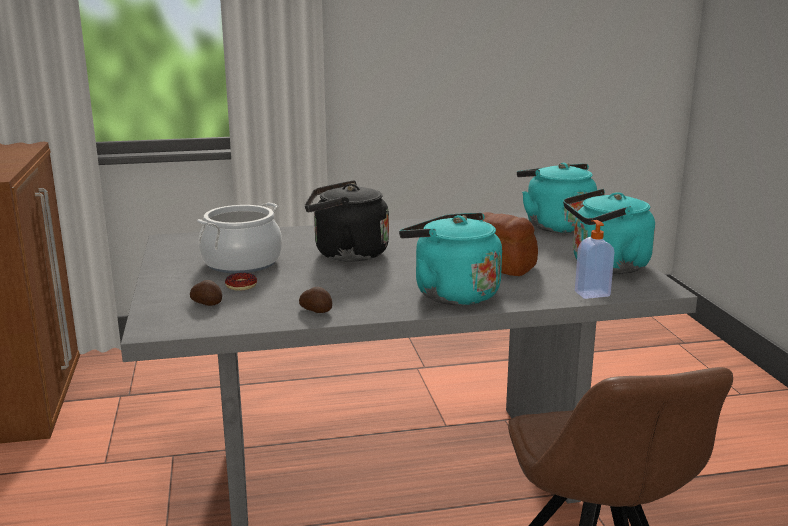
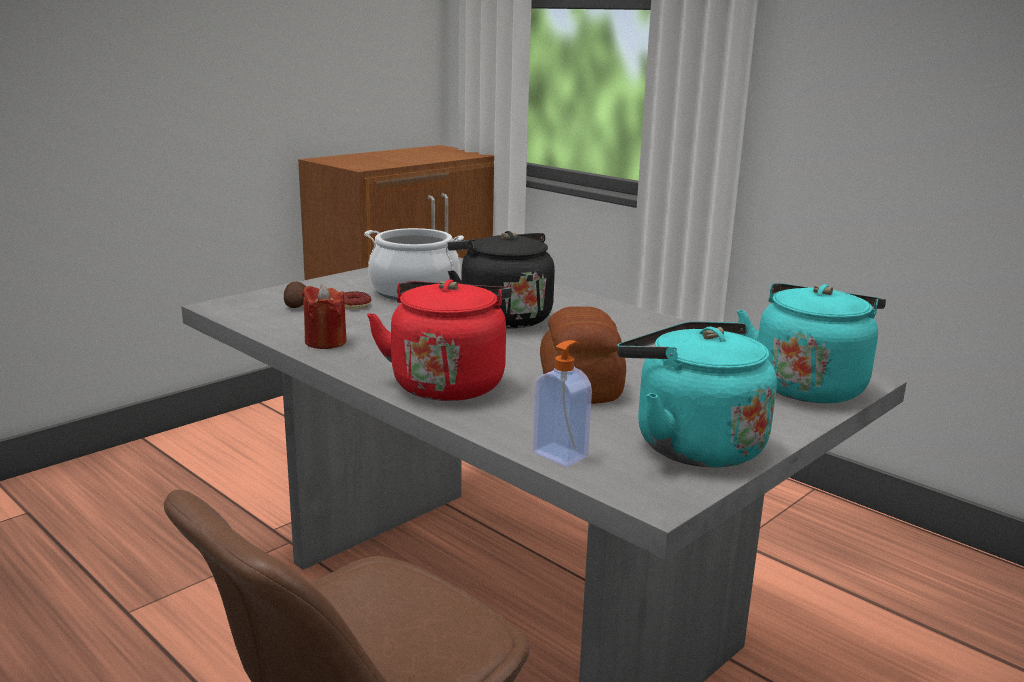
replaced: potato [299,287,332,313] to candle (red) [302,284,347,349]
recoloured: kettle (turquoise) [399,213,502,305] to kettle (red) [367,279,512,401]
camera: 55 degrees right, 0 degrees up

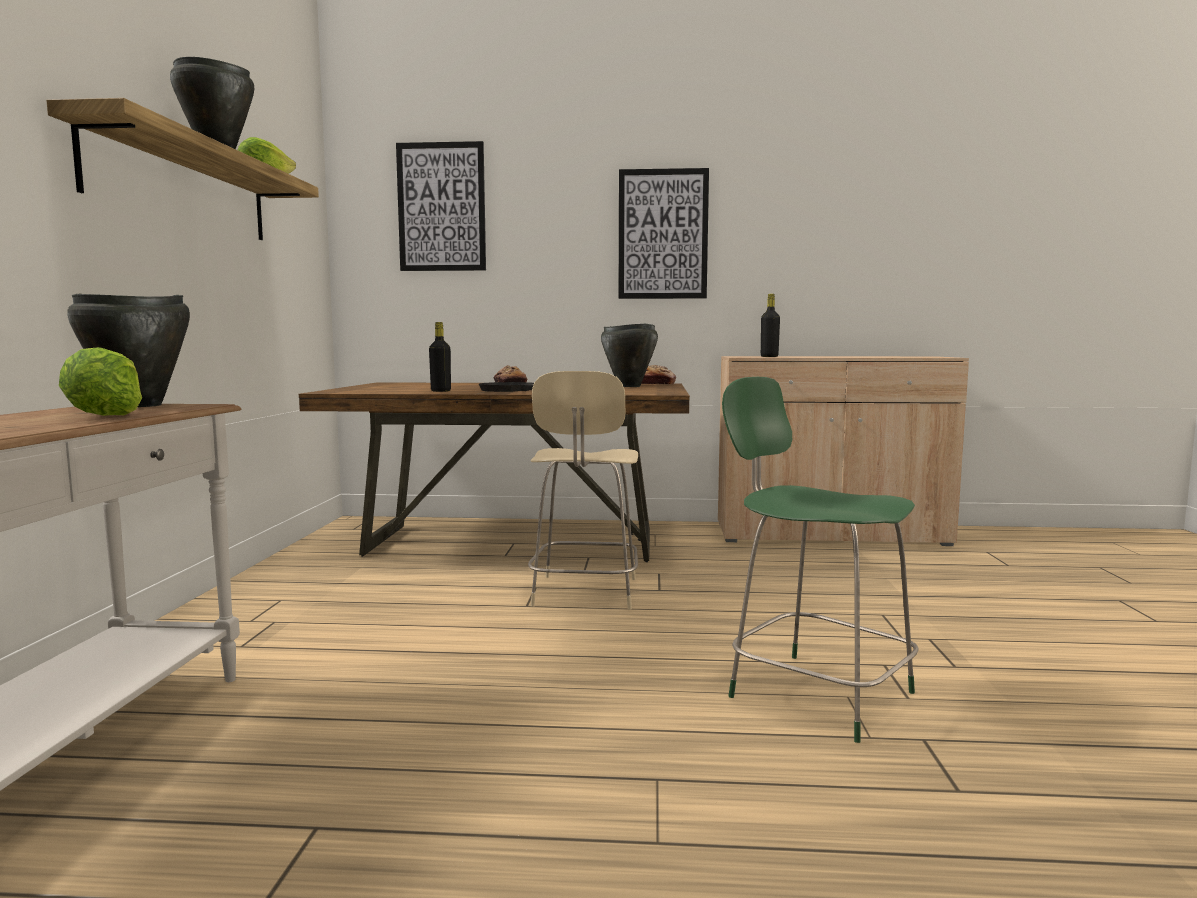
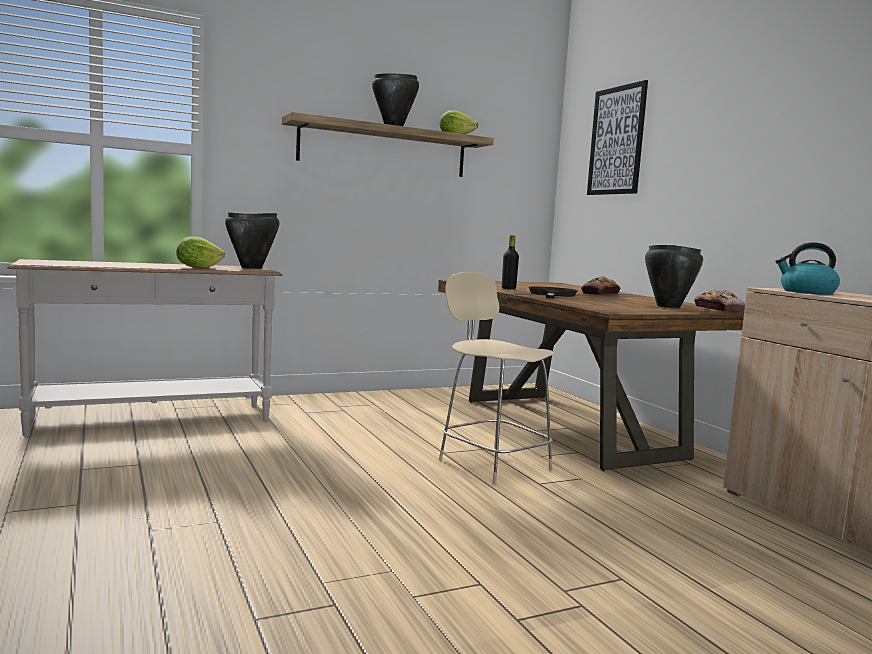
removed: picture [619,168,709,299]; chair (green) [722,377,919,743]
replaced: bottle (black) [761,294,780,357] to kettle [775,242,840,295]
turned: chair (beige) [528,371,638,610] = [439,272,554,485] 75 degrees clockwise
camera: 60 degrees right, 0 degrees up

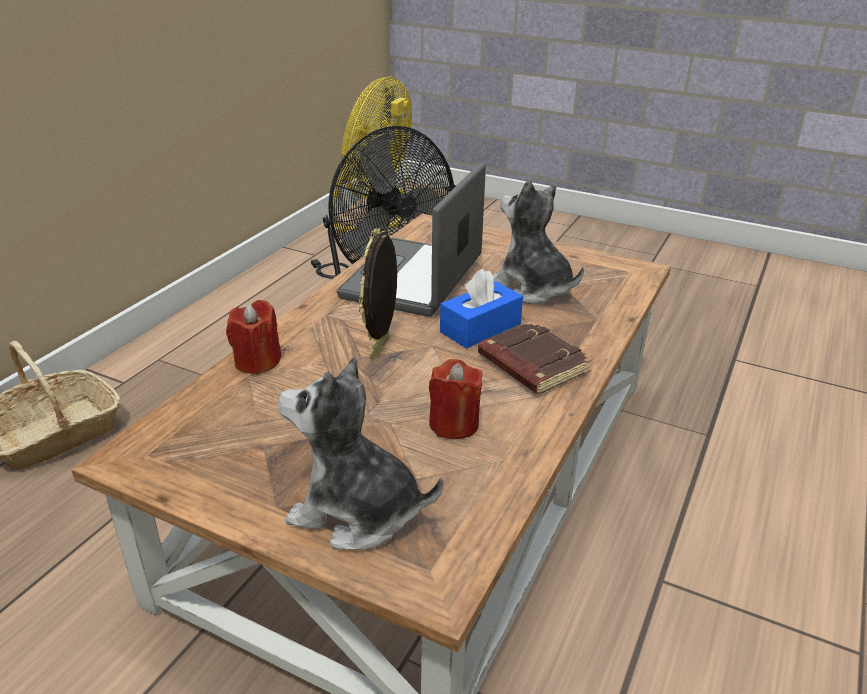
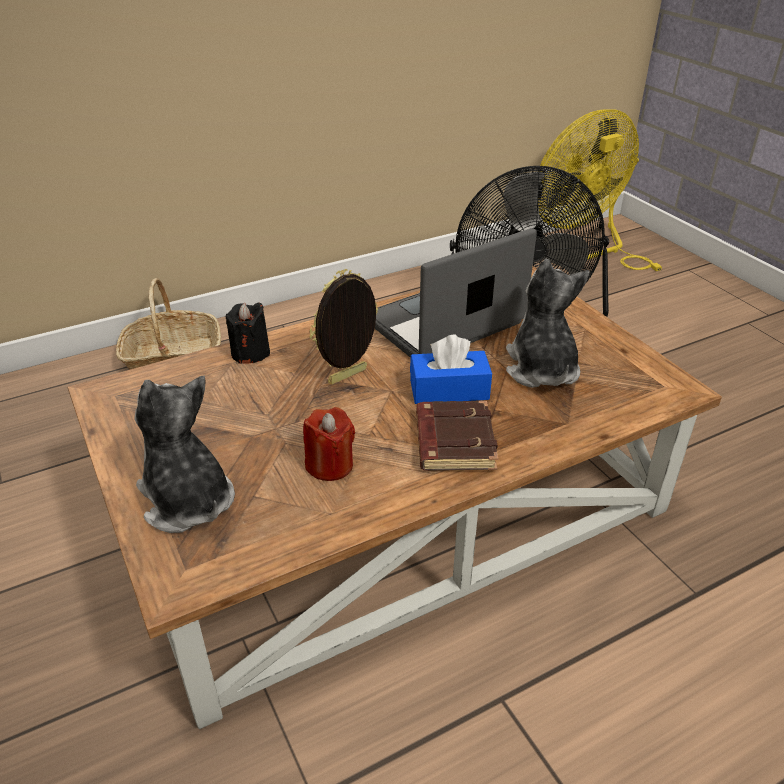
recoloured: candle (red) [226,300,282,375] to candle (black) [226,302,270,364]
camera: 35 degrees right, 5 degrees up

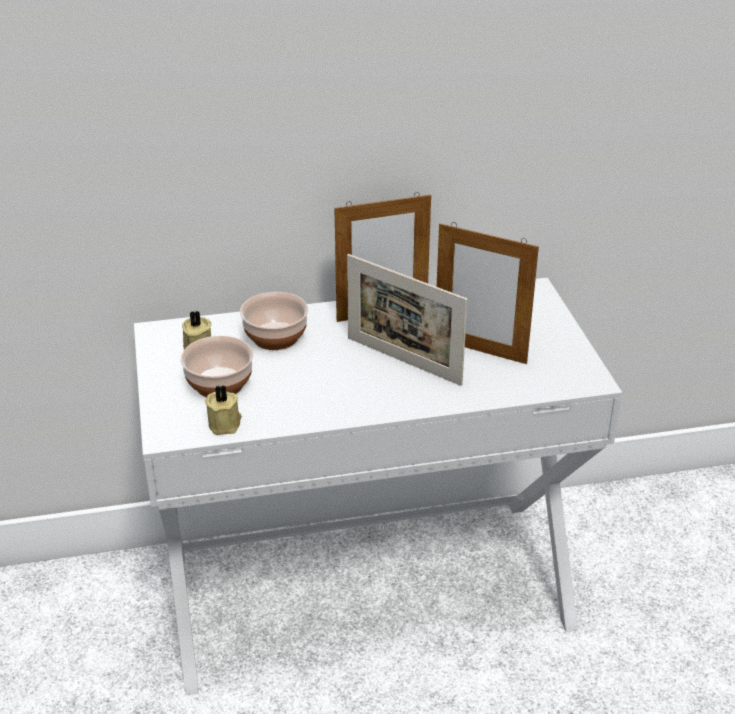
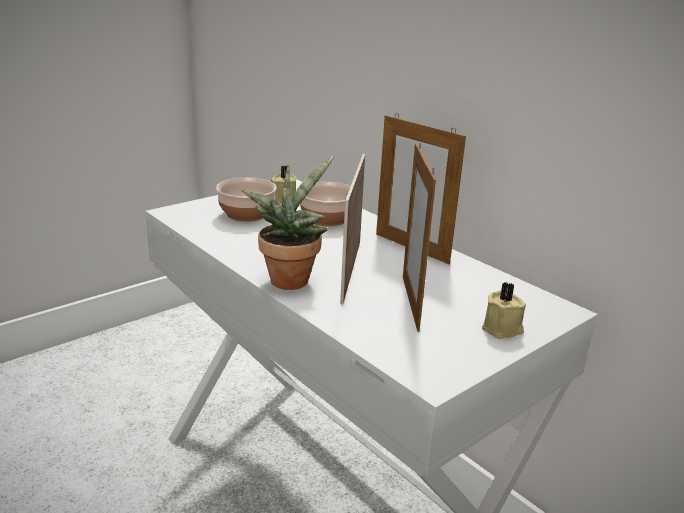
added: potted plant [241,156,334,290]
moved: candle (beige) [205,385,242,435] to [482,282,526,339]
camera: 60 degrees right, 10 degrees down

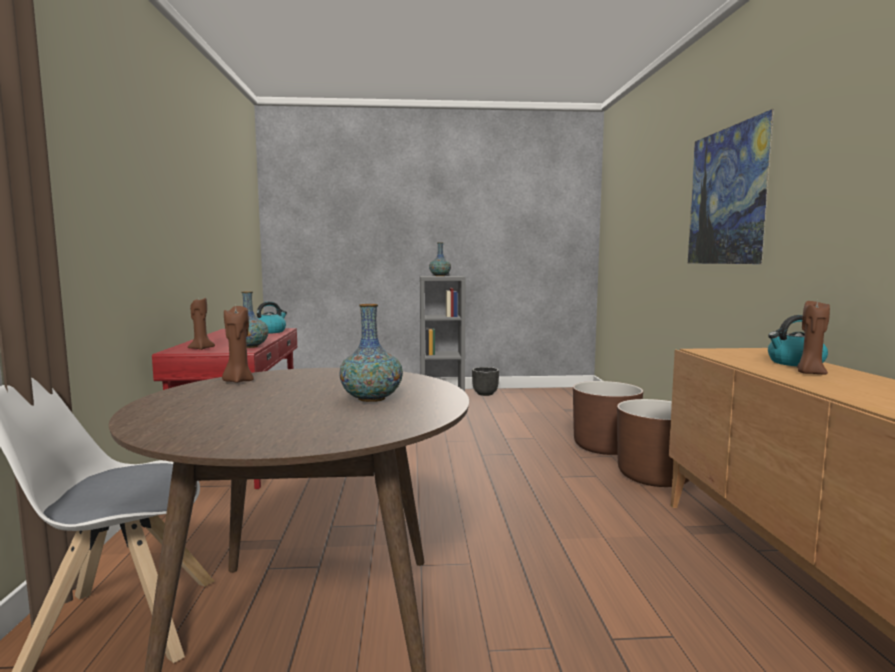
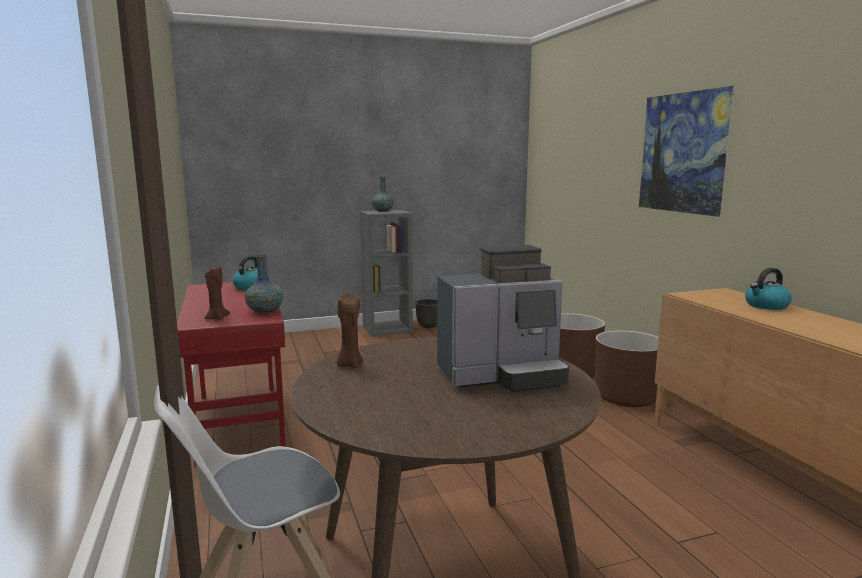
removed: candle (brown) [797,300,830,374]
replaced: vase [339,304,403,402] to coffee machine [437,245,569,392]
camera: 15 degrees left, 5 degrees up

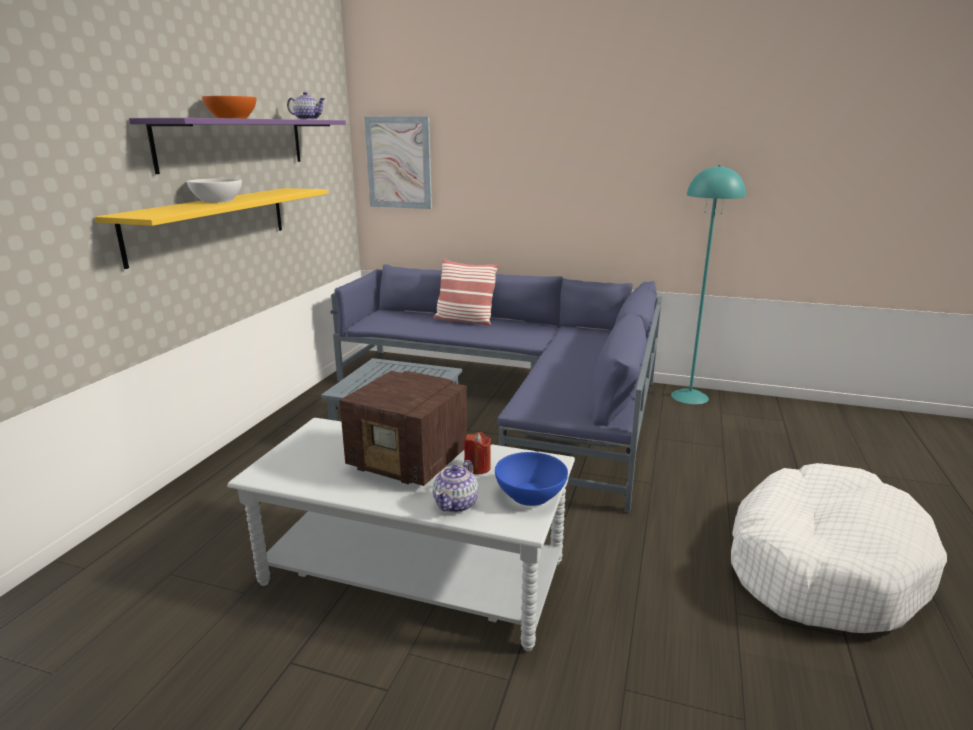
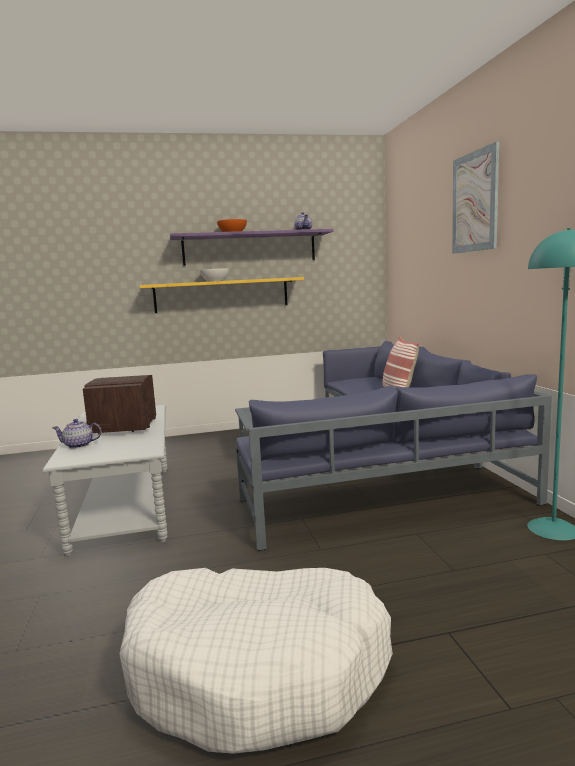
removed: candle (red) [464,432,491,474]; bowl (blue) [495,452,568,506]
moved: picture [364,116,432,209] to [452,141,499,254]
camera: 60 degrees right, 10 degrees down

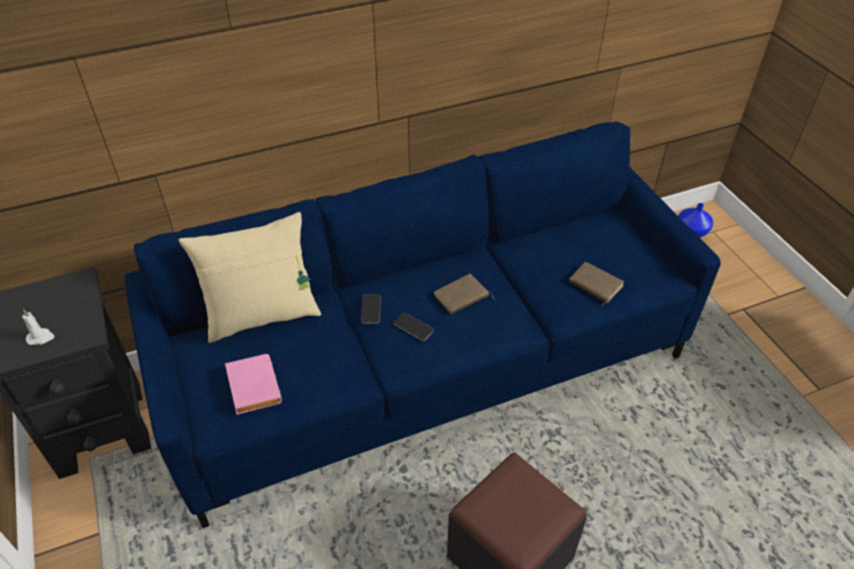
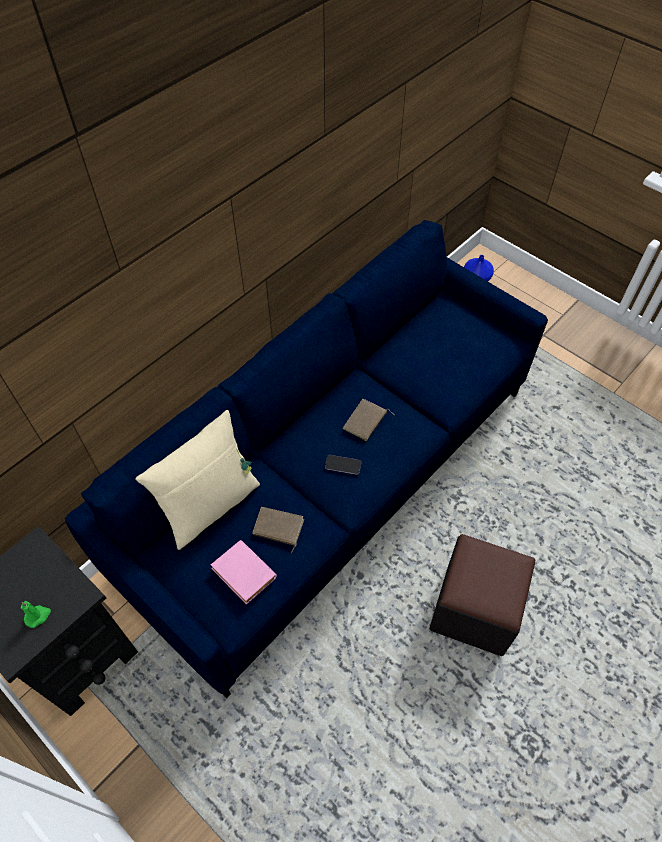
removed: phone [361,294,381,324]
moved: book (brown) [569,262,624,306] to [252,507,304,553]
recoloured: candle (white) [22,309,54,345] to candle (green) [21,601,51,628]
camera: 25 degrees left, 10 degrees up

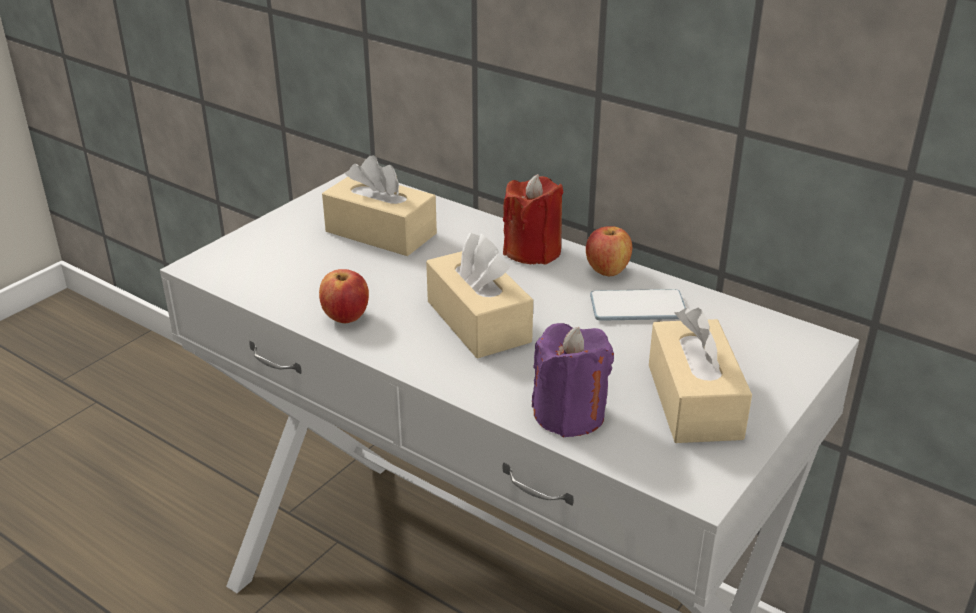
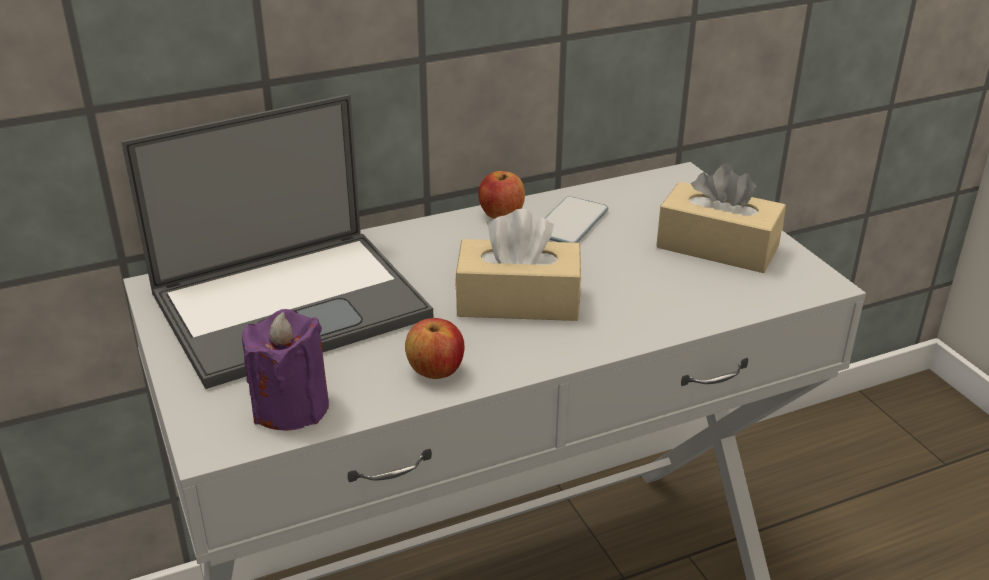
removed: candle (red) [503,174,564,264]
moved: candle (purple) [532,323,614,437] to [242,309,329,431]
replaced: tissue box (beige) [322,155,437,256] to laptop [121,94,433,389]
camera: 60 degrees left, 0 degrees up

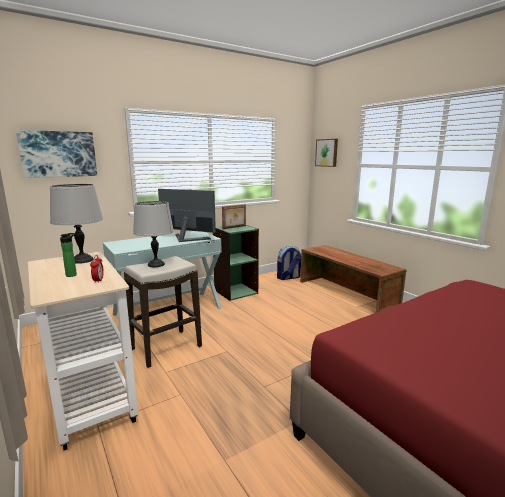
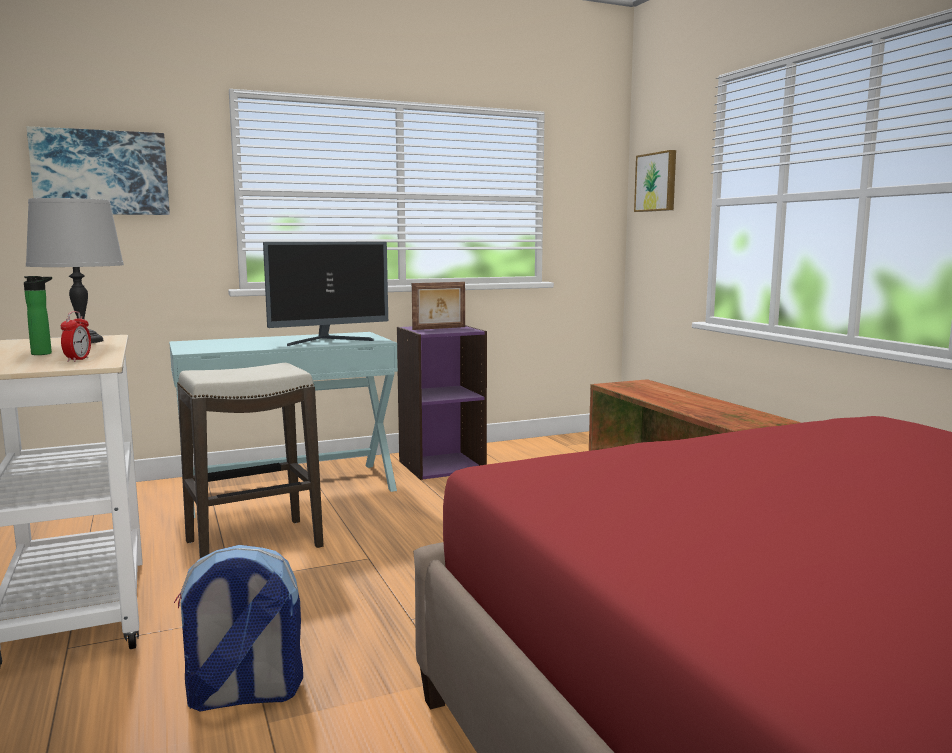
removed: table lamp (grey) [133,201,174,267]
moved: backpack [277,246,301,280] to [174,545,303,711]
recoloured: bookcase (green) [213,225,259,301] to bookcase (purple) [397,325,487,480]
turned: monitor [158,189,216,242] = [263,242,388,346] 120 degrees clockwise
camera: 10 degrees right, 5 degrees down

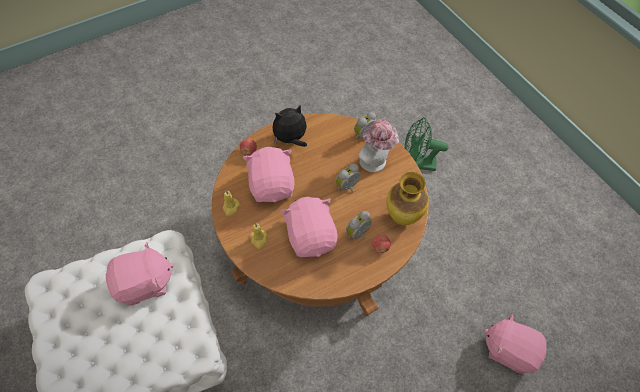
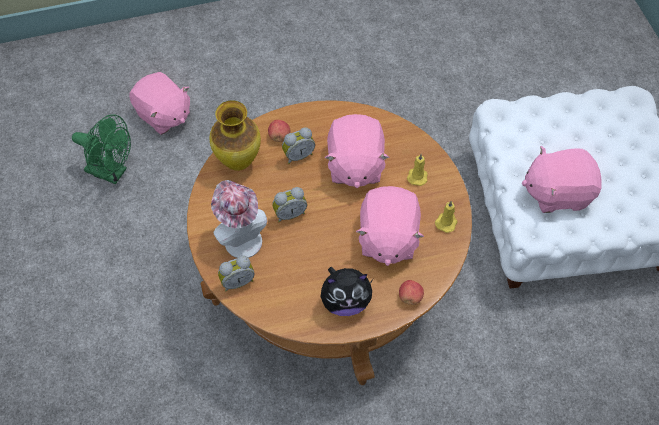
moved: fan (green) [405,117,449,171] to [72,114,131,184]
camera: 165 degrees left, 0 degrees up

